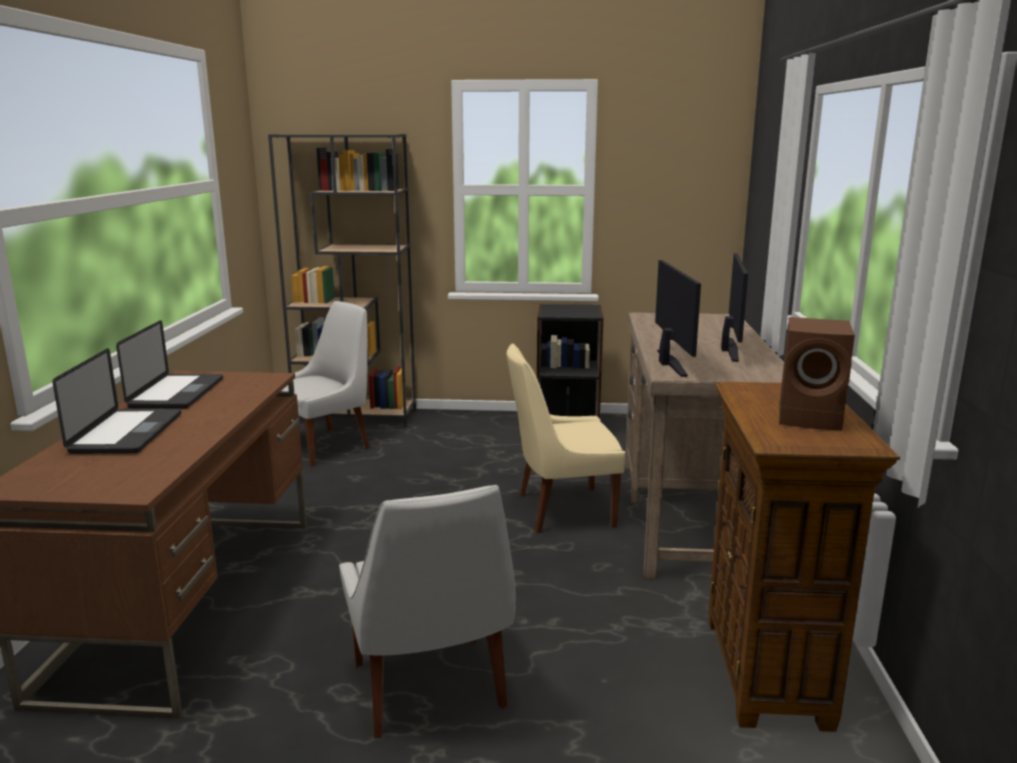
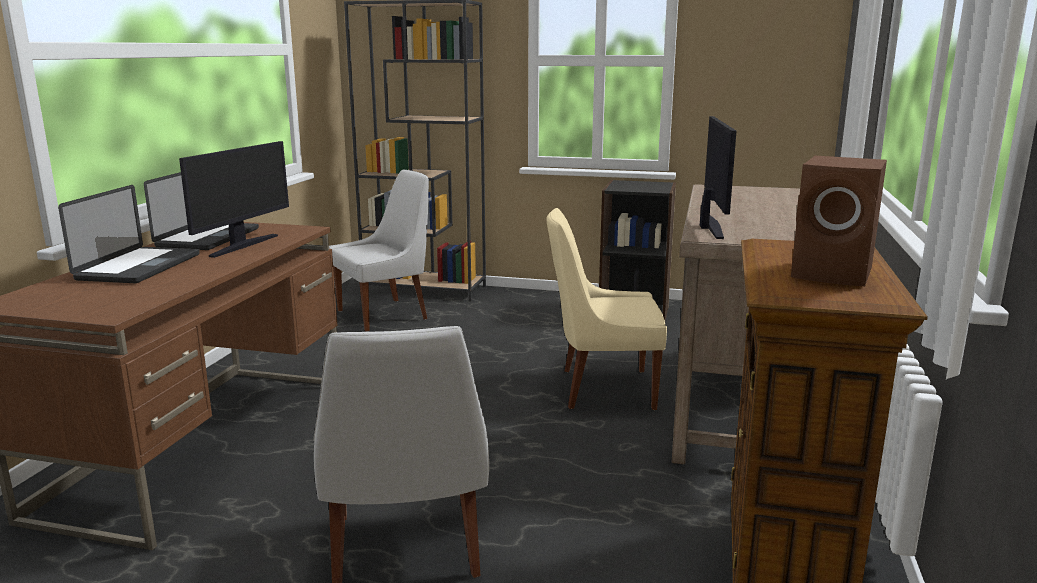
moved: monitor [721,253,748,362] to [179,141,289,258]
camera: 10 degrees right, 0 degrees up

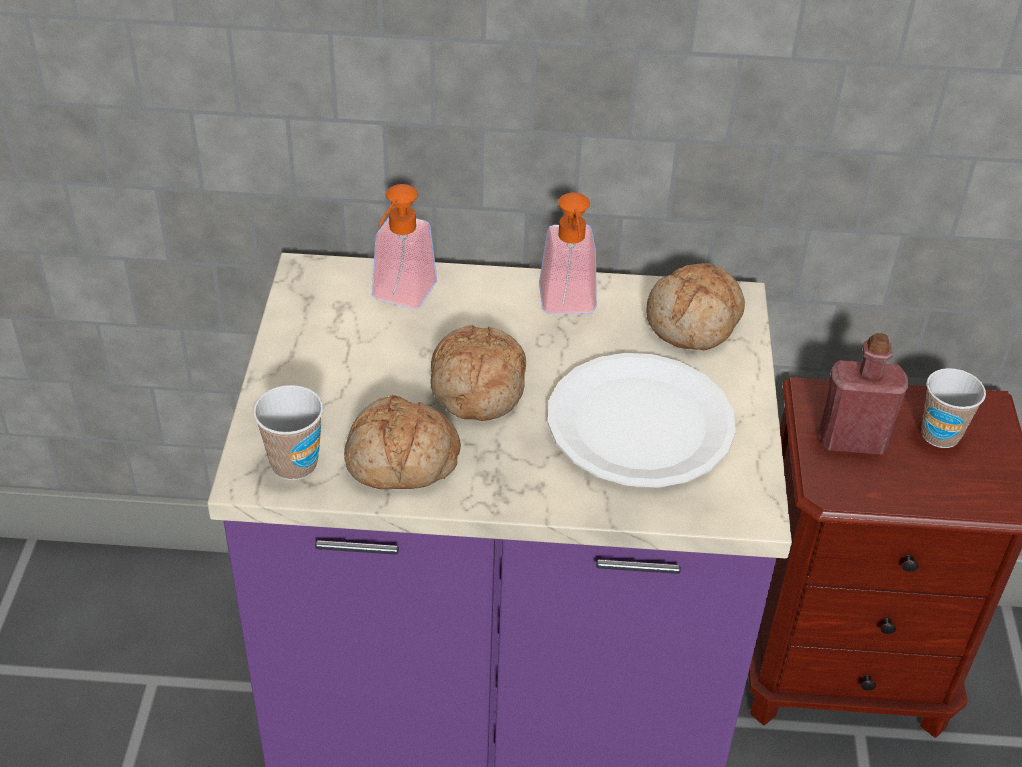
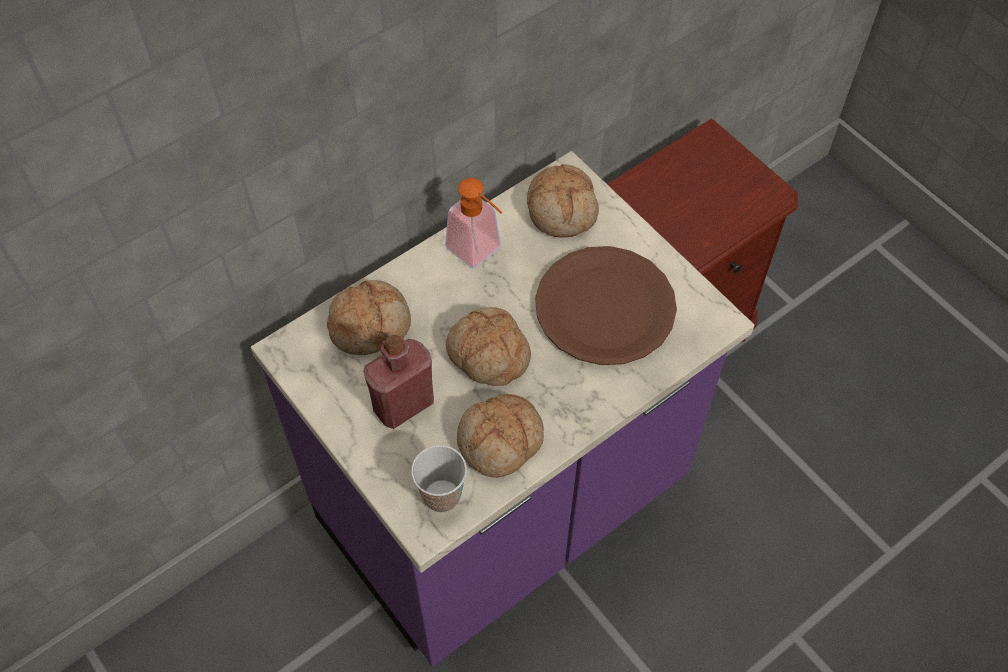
removed: cup [921,368,986,448]
moved: bottle (red) [820,333,909,454] to [363,335,434,429]
replaced: soap dispenser [372,184,437,309] to bread [327,280,411,355]
recoloured: plate (white) [548,353,736,488] to plate (brown) [535,246,677,365]
camera: 40 degrees left, 15 degrees up

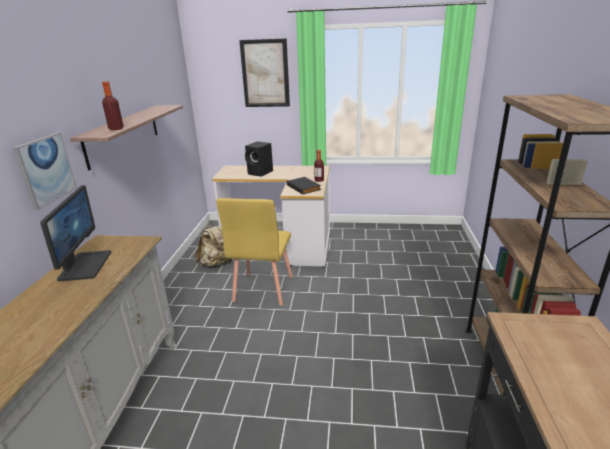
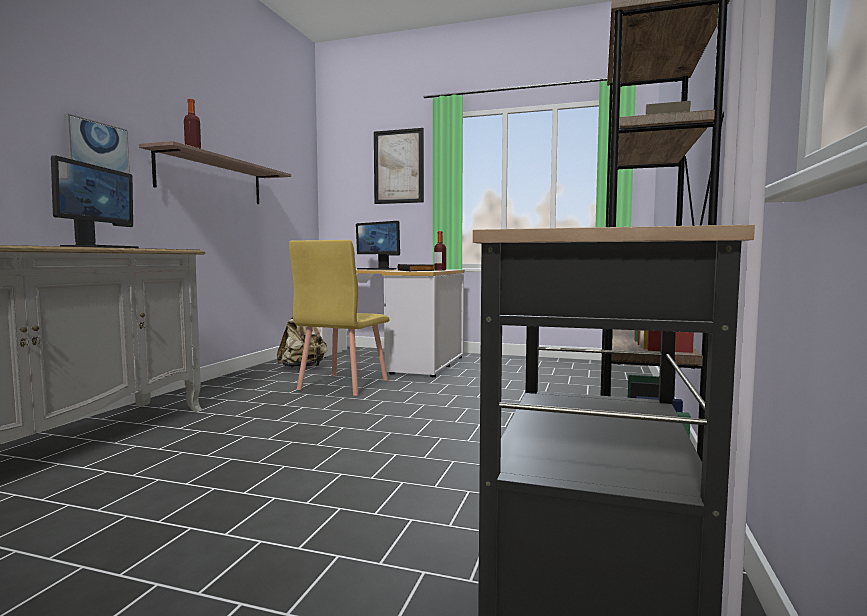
replaced: speaker (black) [245,141,273,176] to monitor [356,221,400,270]
camera: 10 degrees right, 20 degrees down

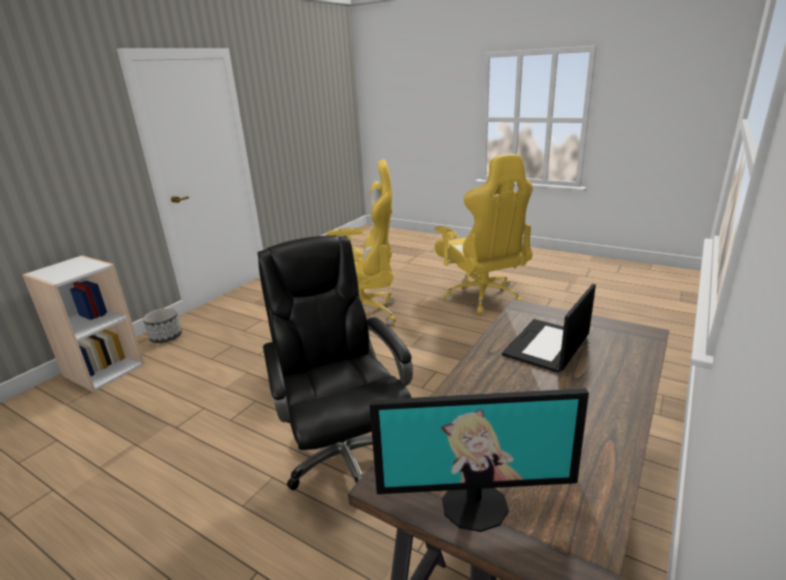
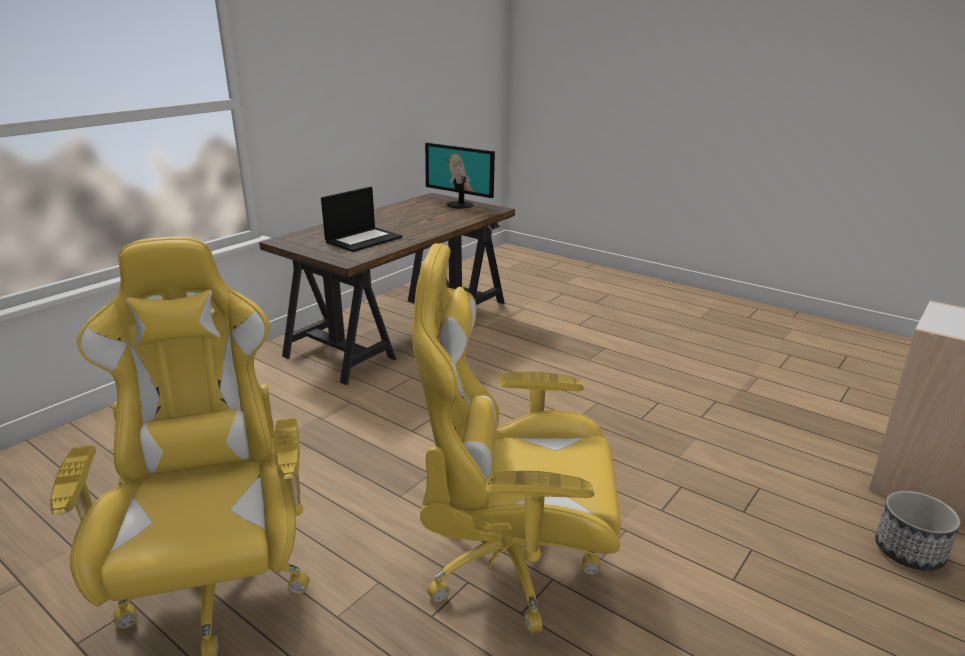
removed: office chair (black) [257,235,413,490]
turned: monitor [370,388,589,532] = [425,143,495,209] 150 degrees counterclockwise
camera: 175 degrees left, 0 degrees up

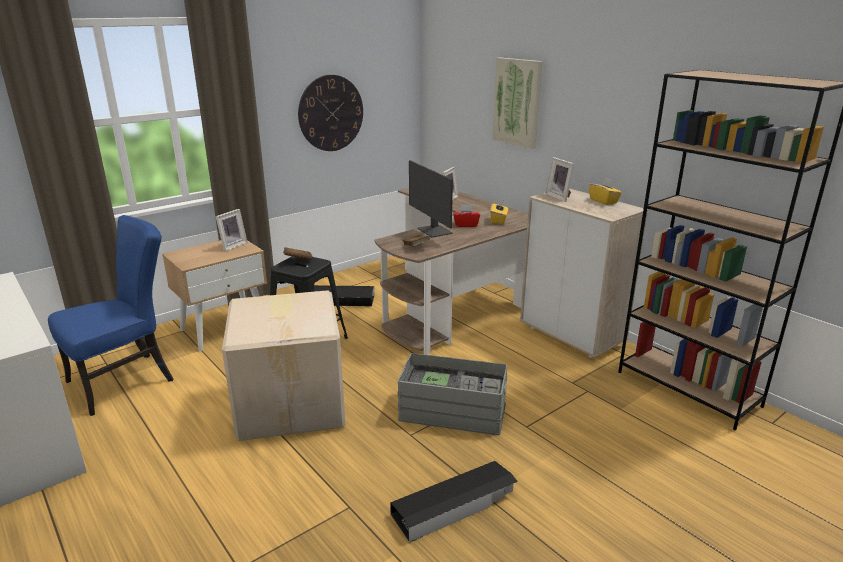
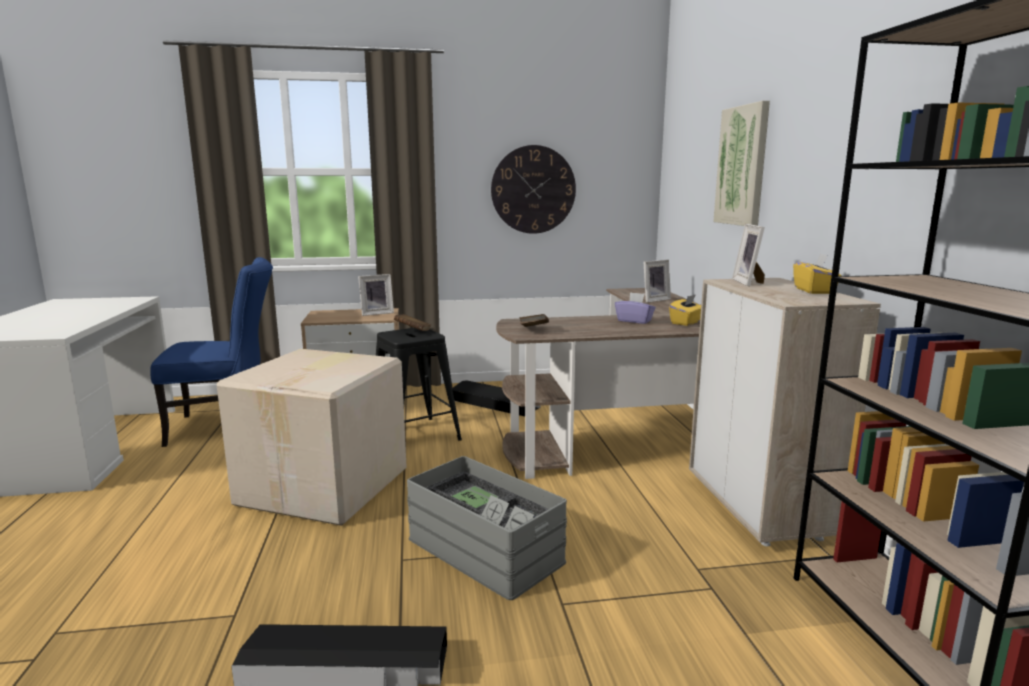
removed: monitor [409,160,453,238]
recoloured: tissue box (red) [453,205,480,227] to tissue box (purple) [615,292,656,324]
camera: 30 degrees right, 10 degrees down

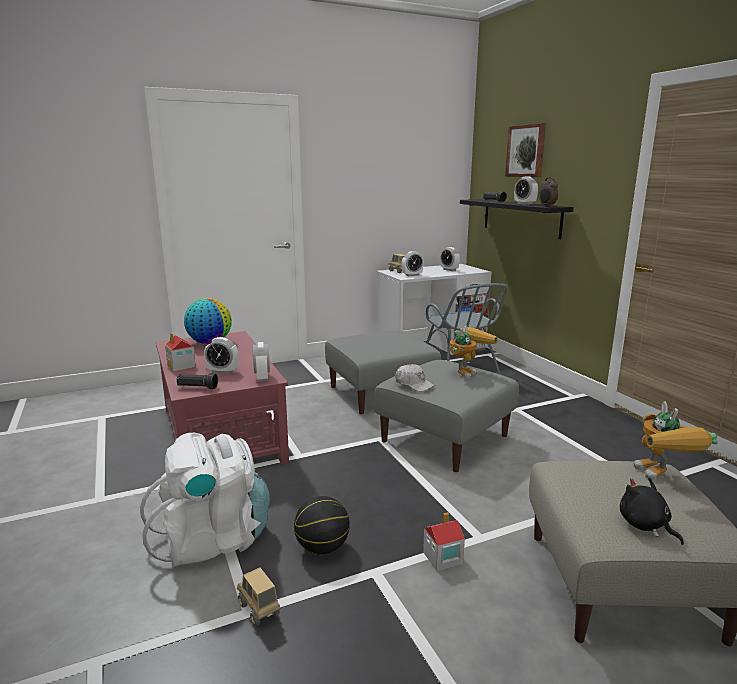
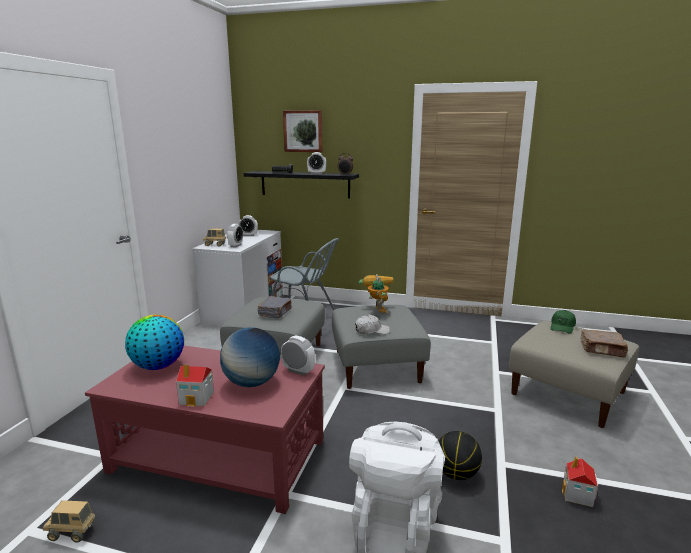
removed: flashlight (black) [177,373,218,389]
added: book (grey) [257,296,292,318]
moved: toy house [423,512,465,571] to [562,457,598,507]; toy truck [237,568,281,626] to [43,500,96,543]
replaced: alarm clock [204,337,239,374] to globe [220,327,280,387]; toy robot [634,401,718,480] to cap (green) [550,310,576,334]; plush toy (black) [620,477,684,545] to book (brown) [580,330,629,358]
camera: 50 degrees left, 0 degrees up

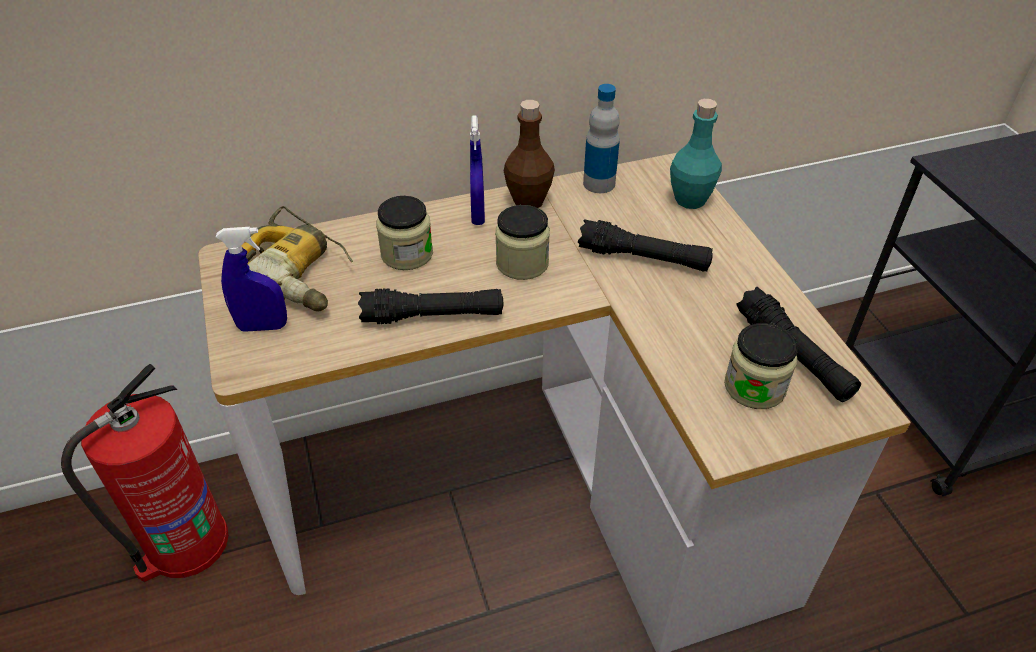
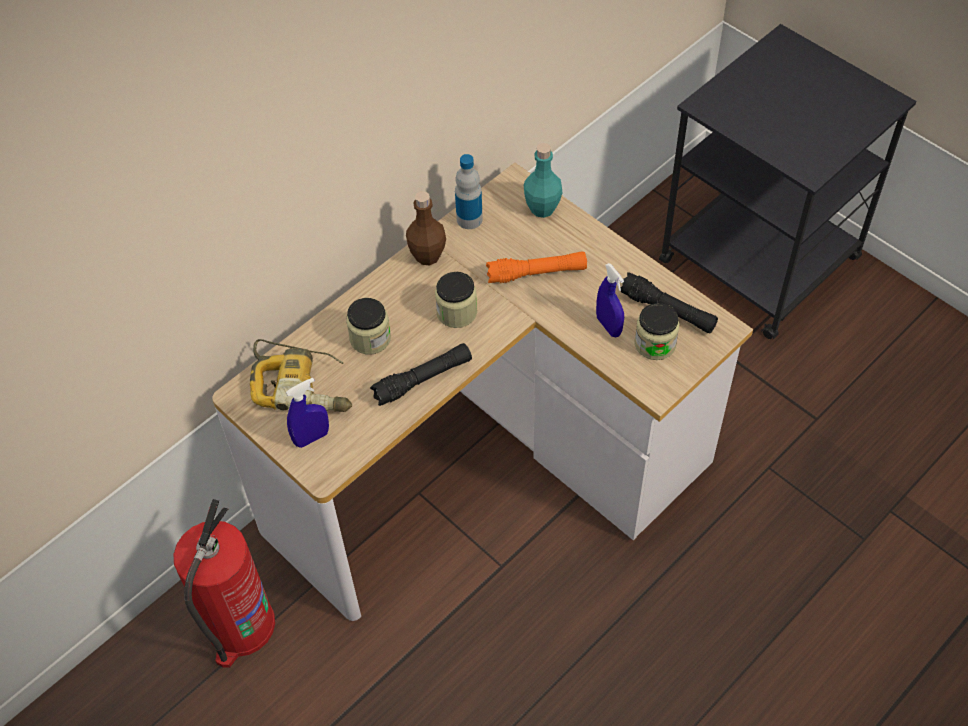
moved: spray bottle (blue) [470,115,485,225] to [596,263,624,337]
recoloured: flashlight (black) [578,219,713,272] to flashlight (orange) [486,252,587,283]
camera: 25 degrees left, 10 degrees up

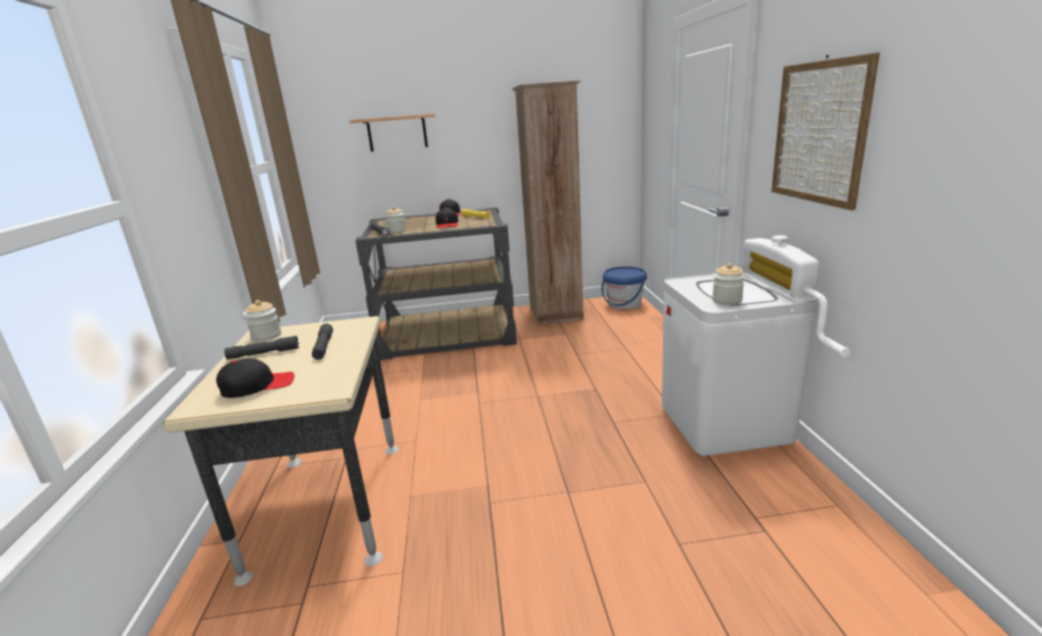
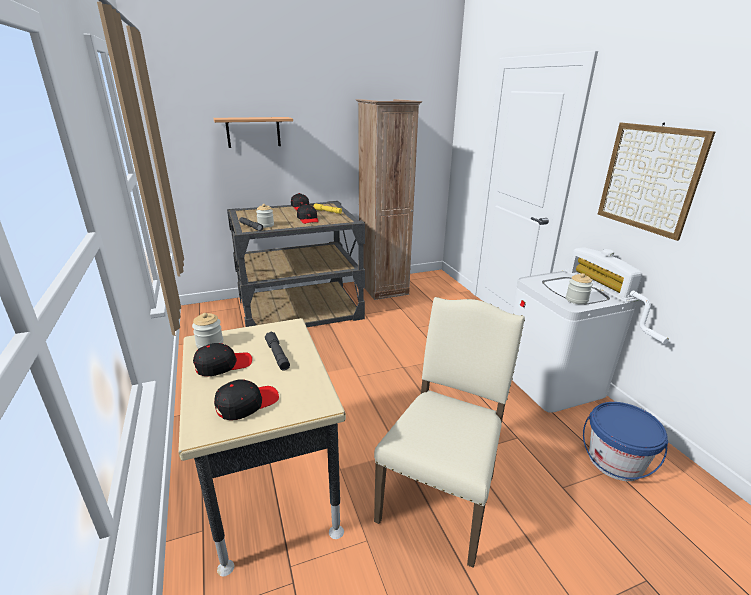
added: chair (beige) [374,297,525,568]
moved: bucket (blue) [602,266,647,310] to [583,402,668,481]
replaced: flashlight (grey) [224,336,299,359] to cap (black) [193,343,252,376]
camera: 15 degrees left, 5 degrees up

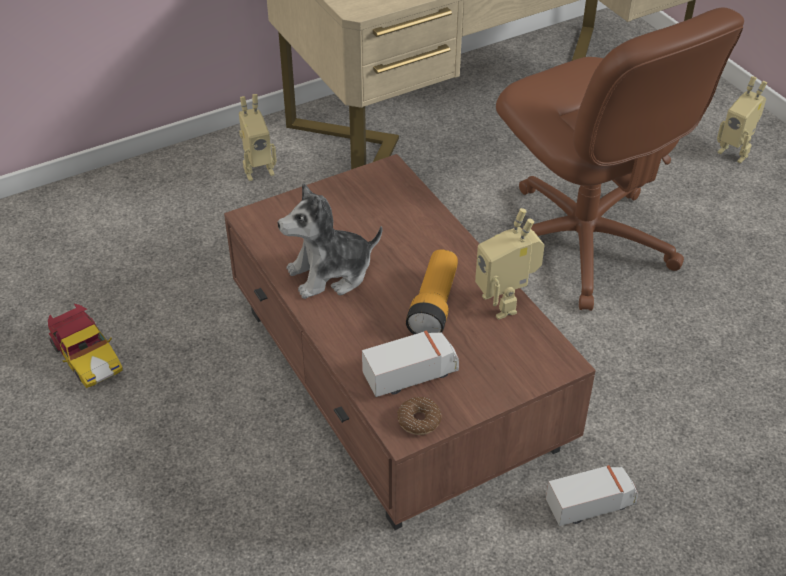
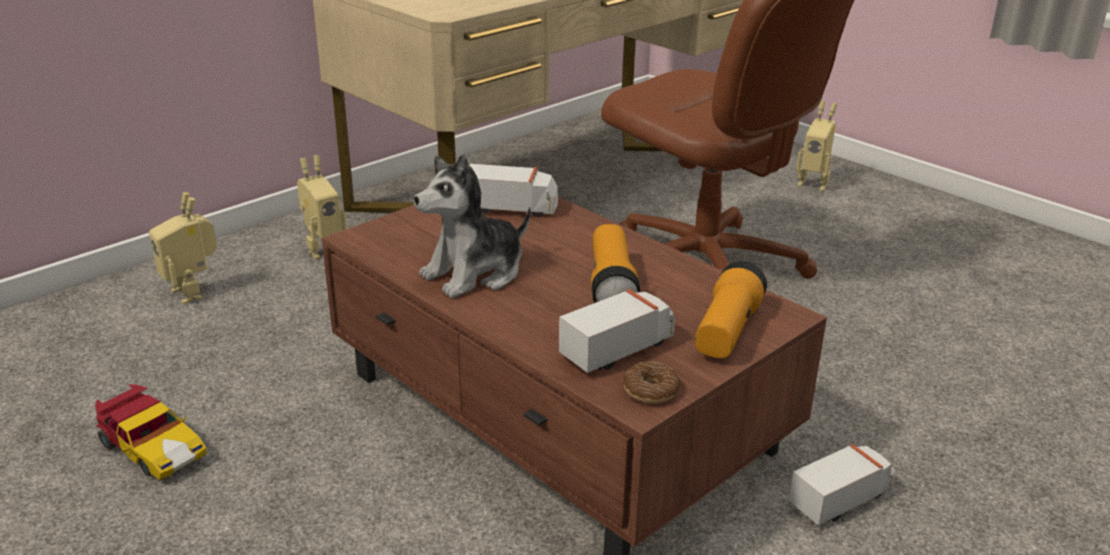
added: toy truck [469,164,558,217]; flashlight [695,261,767,358]
moved: toy robot [475,208,545,320] to [149,192,217,304]
camera: 15 degrees left, 15 degrees down

